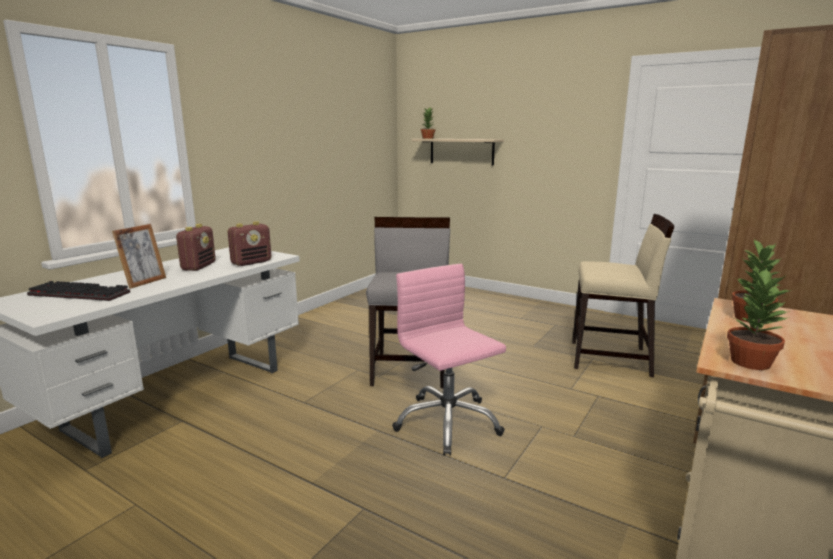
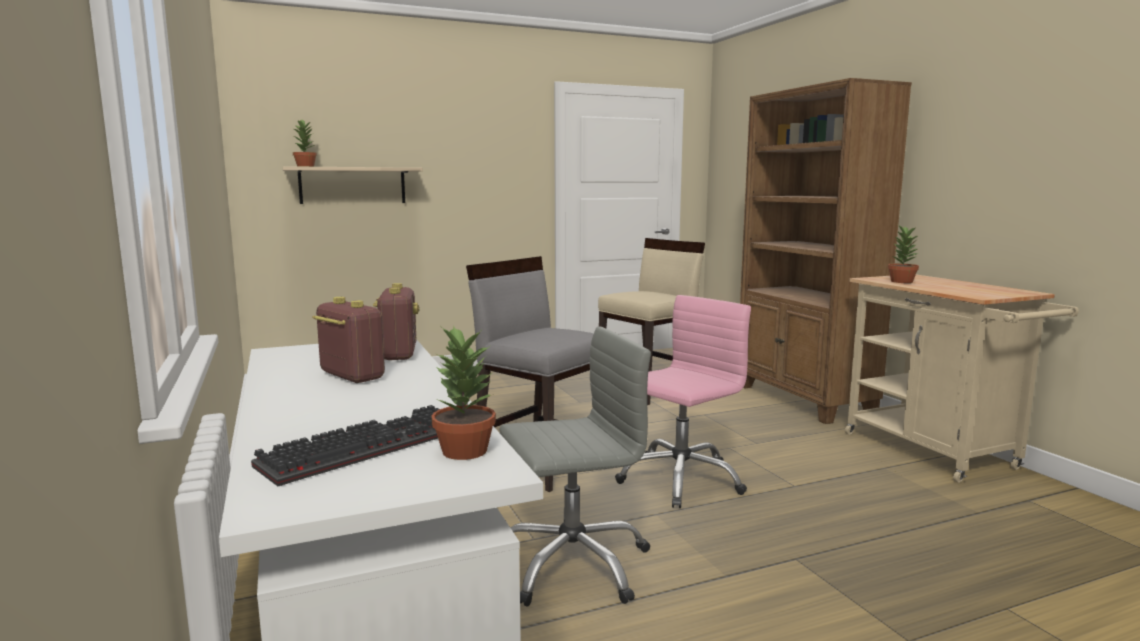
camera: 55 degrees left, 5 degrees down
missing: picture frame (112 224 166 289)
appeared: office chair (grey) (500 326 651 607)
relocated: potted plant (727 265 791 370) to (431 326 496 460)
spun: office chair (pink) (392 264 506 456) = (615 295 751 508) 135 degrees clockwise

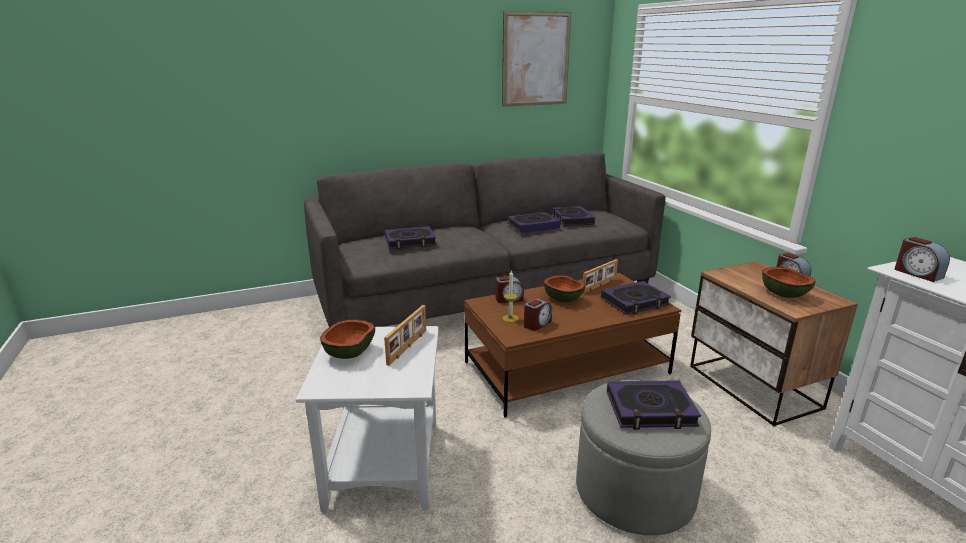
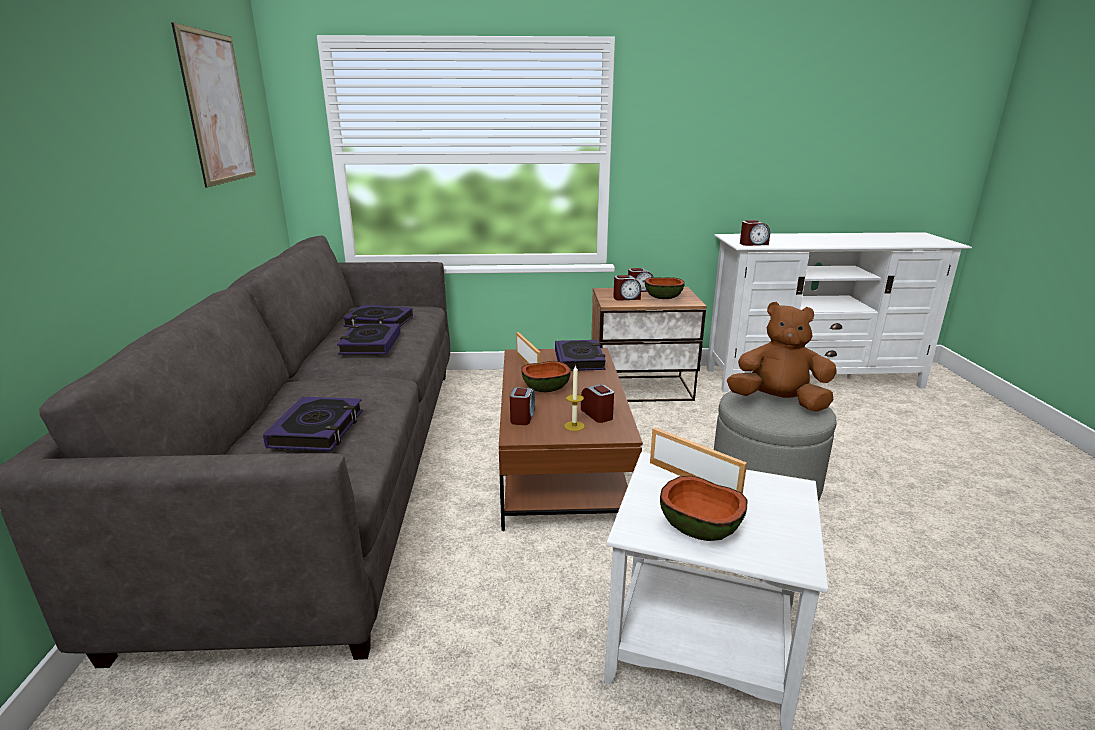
camera: 70 degrees left, 0 degrees up
appeared: alarm clock (613 275 641 301)
exchanged: book (607 380 701 430) to plush toy (brown) (727 302 837 412)

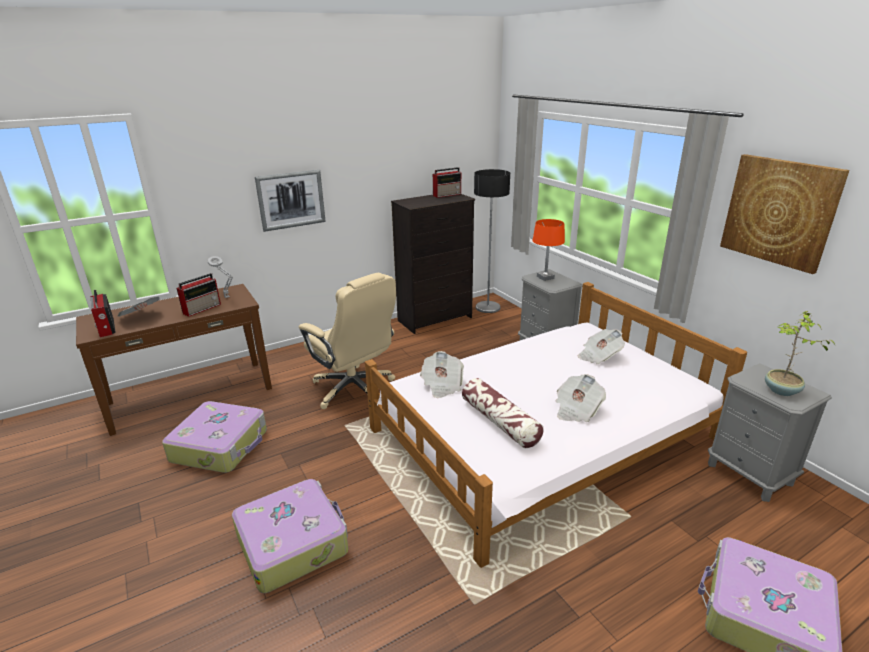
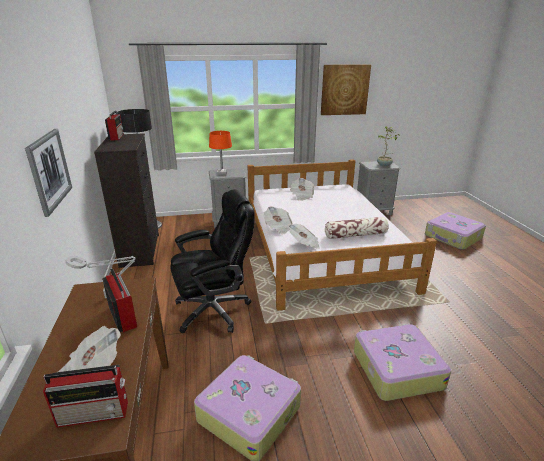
camera: 70 degrees left, 0 degrees up
relocated: newspaper (556 374 606 422) to (263 206 293 235)
colour: office chair (beige) (299 273 396 409) to office chair (black) (170 189 255 333)

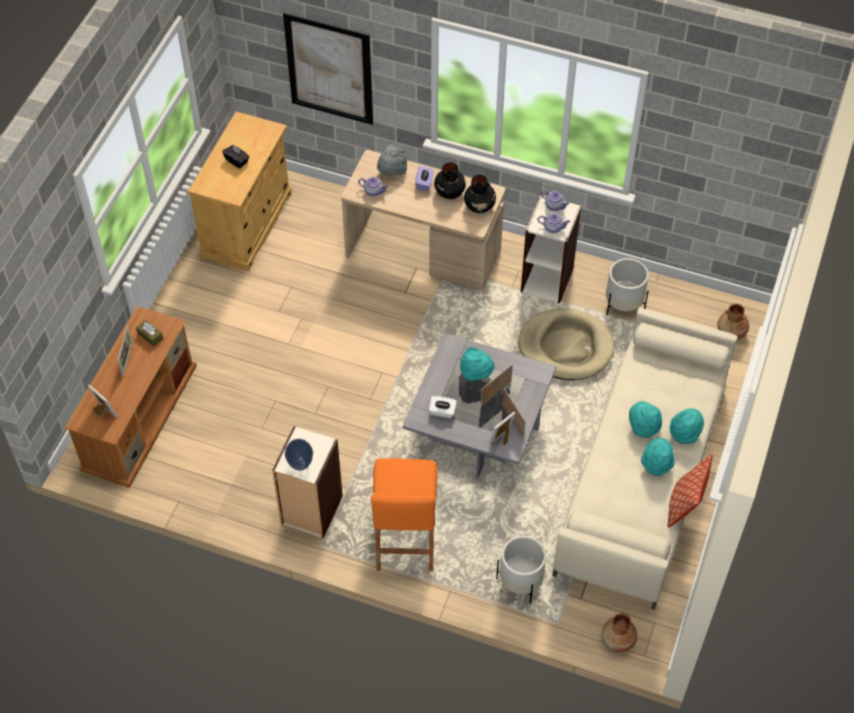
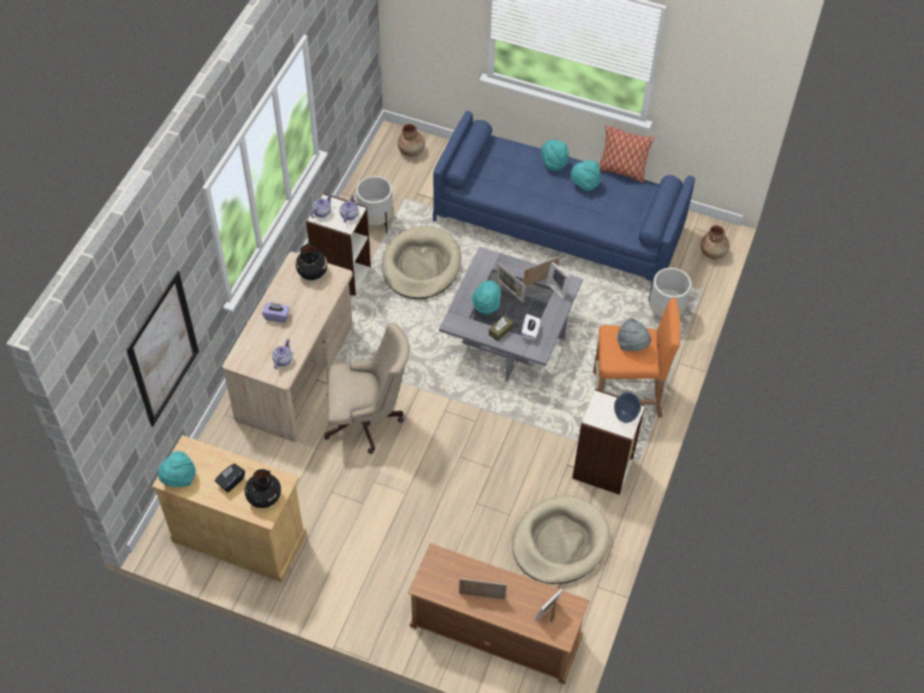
camera: 90 degrees left, 0 degrees up
appeared: office chair (beige) (324 323 410 454); dog bed (beige) (512 495 610 584)
relocated: tissue box (brown) (136 320 163 346) to (489 316 513 341); hat (grey) (377 144 407 176) to (617 318 651 351); vase (black) (434 162 466 199) to (245 469 281 508); hat (turquoise) (629 401 662 438) to (158 451 196 487)
colour: sofa (beige) (552 308 738 610) to sofa (blue) (433 111 695 282)

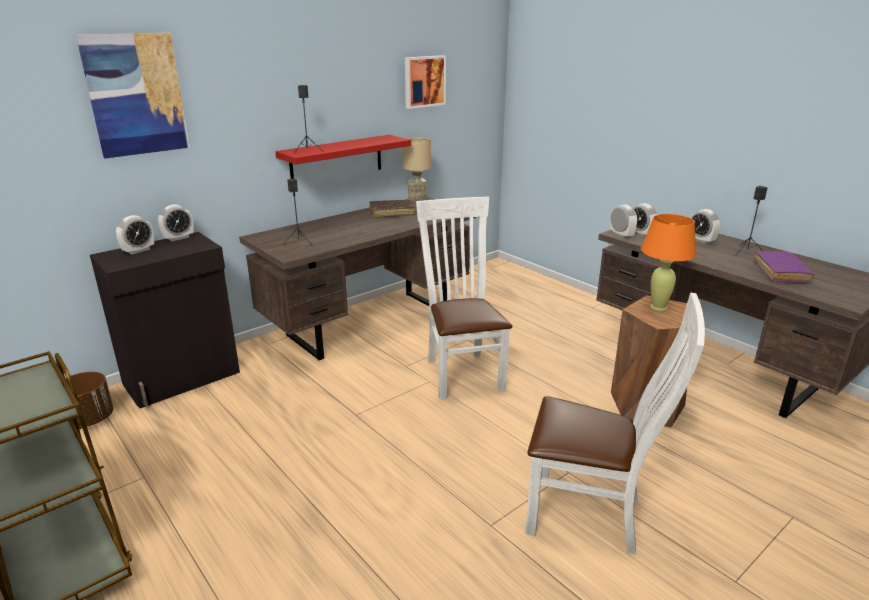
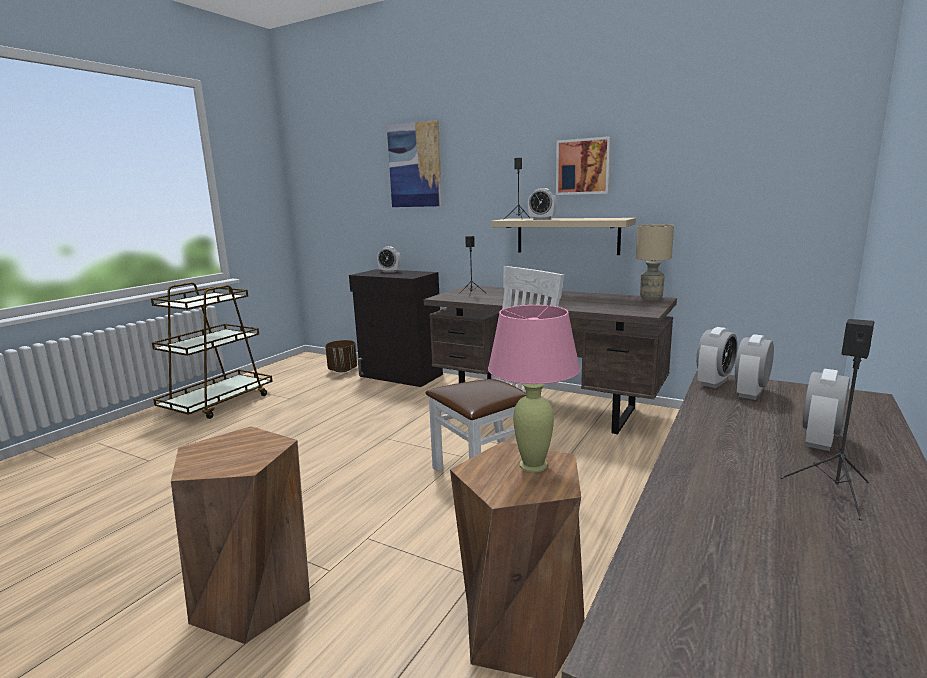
camera: 70 degrees right, 10 degrees down
missing: book (brown) (369 200 415 218); book (purple) (754 251 815 282)
relocated: alarm clock (158 204 193 241) to (528 188 557 220); picture (405 55 446 109) to (556 136 612 195)
exchanged: chair (white) (525 292 705 554) to stool (brown) (171 426 310 644)
colour: shelf (red) (275 135 411 179) to shelf (beige) (491 218 636 255); table lamp (orange) (641 214 696 311) to table lamp (pink) (488 305 580 472)

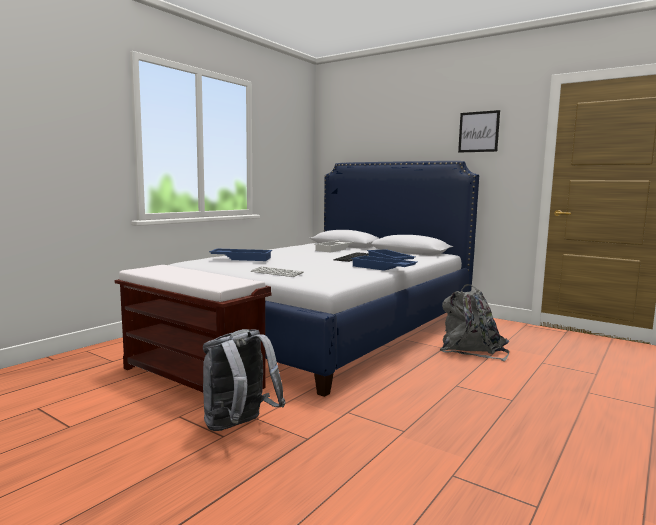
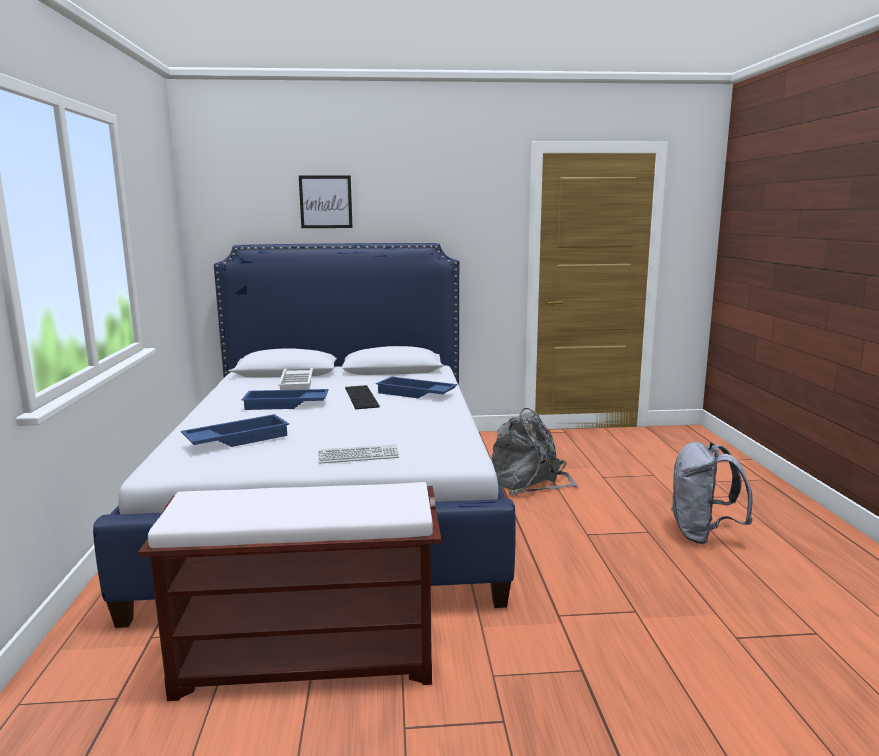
camera: 40 degrees left, 5 degrees up
relocated: backpack (grey) (203 329 286 431) to (671 442 752 544); tray (blue) (351 256 417 271) to (242 389 329 410); picture (458 110 500 153) to (299 175 353 228)

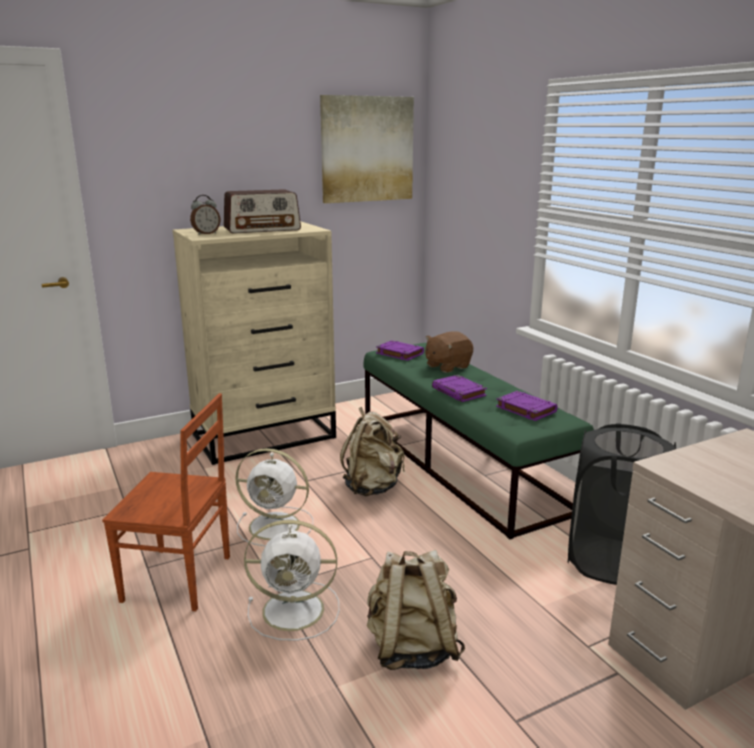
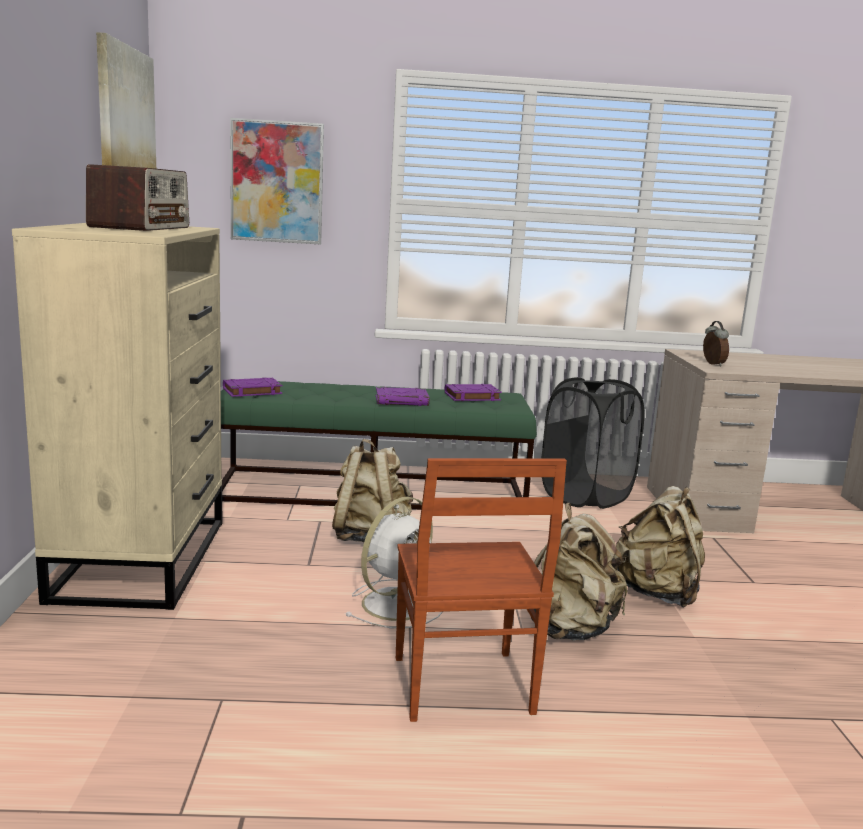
camera: 65 degrees left, 5 degrees down
missing: plush toy (brown) (425 331 473 373)
appeared: picture (230 118 324 244)
relocated: alarm clock (190 195 220 235) to (703 321 729 366)
exchanged: fan (white) (244 520 339 641) to backpack (beige) (531 503 627 641)
spun: chair (brown) (102 393 230 611) = (396 458 567 722) 135 degrees clockwise

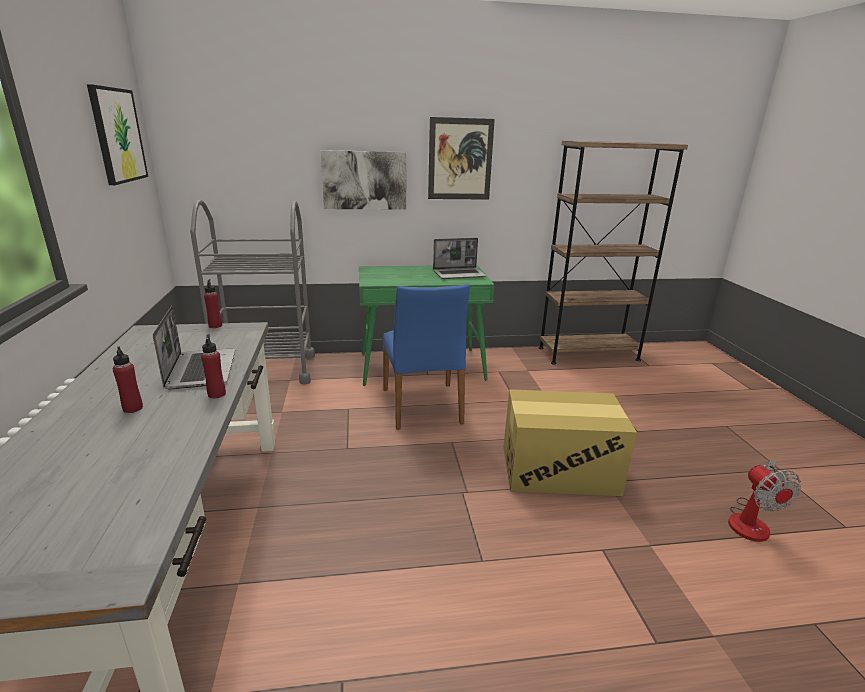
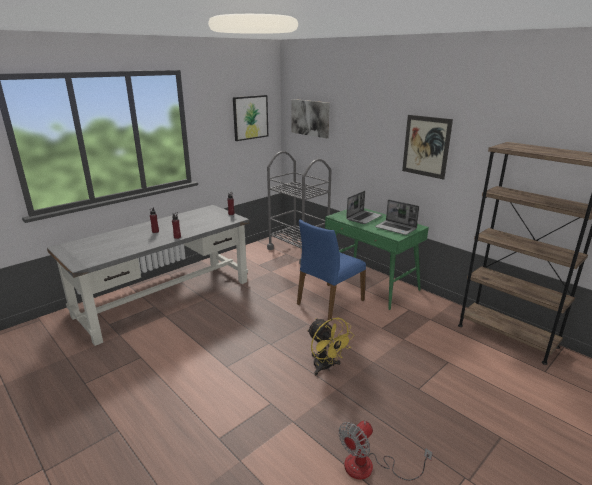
camera: 55 degrees right, 0 degrees up
relocated: laptop (153 306 235 389) to (346 191 382 224); picture (321 150 407 210) to (291 99 330 138)
exchanged: cardboard box (503 389 637 496) to fan (yellow) (307 318 354 375)

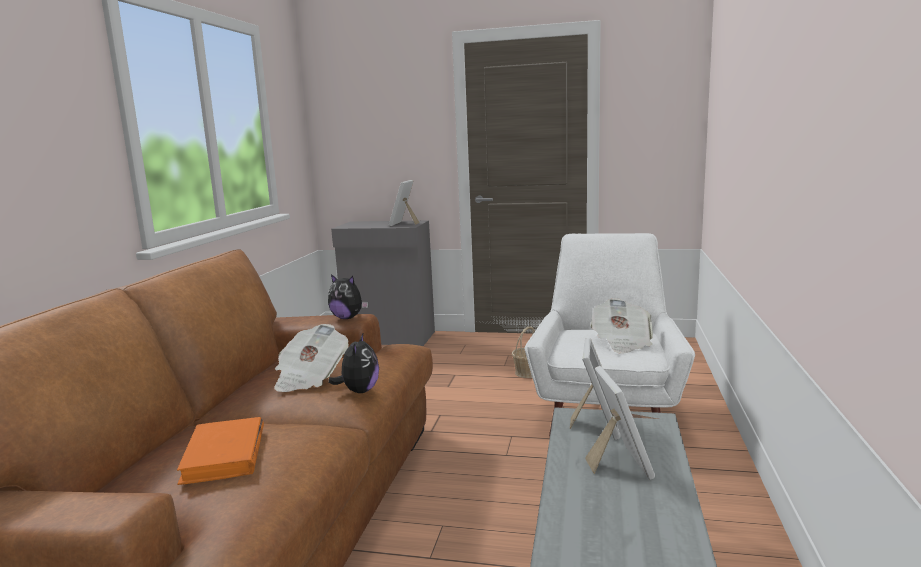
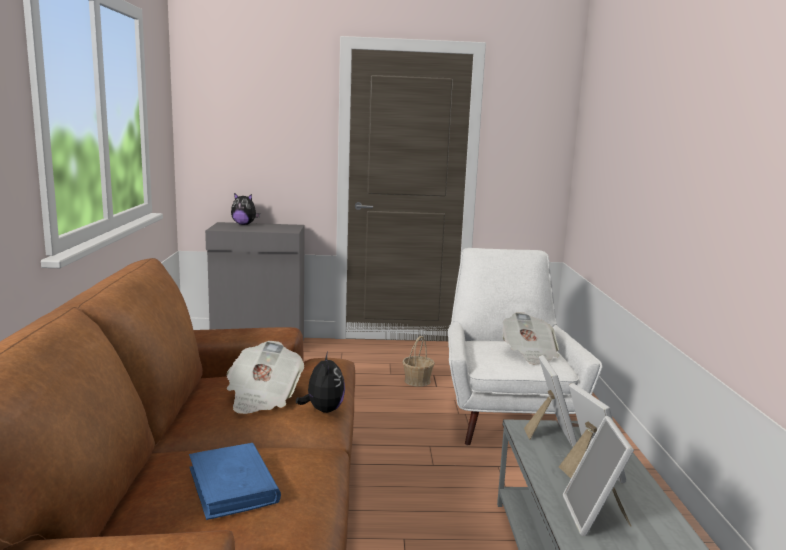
camera: 15 degrees left, 0 degrees up
relocated: plush toy (328 274 368 319) to (231 193 260 225); picture frame (389 180 420 226) to (563 416 634 536)
colour: book (orange) (177 417 264 485) to book (blue) (189 443 281 520)

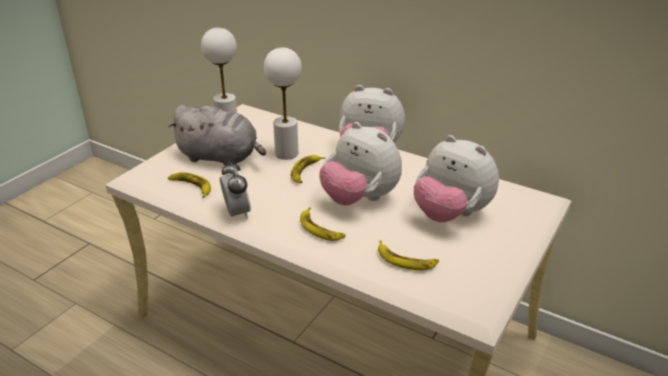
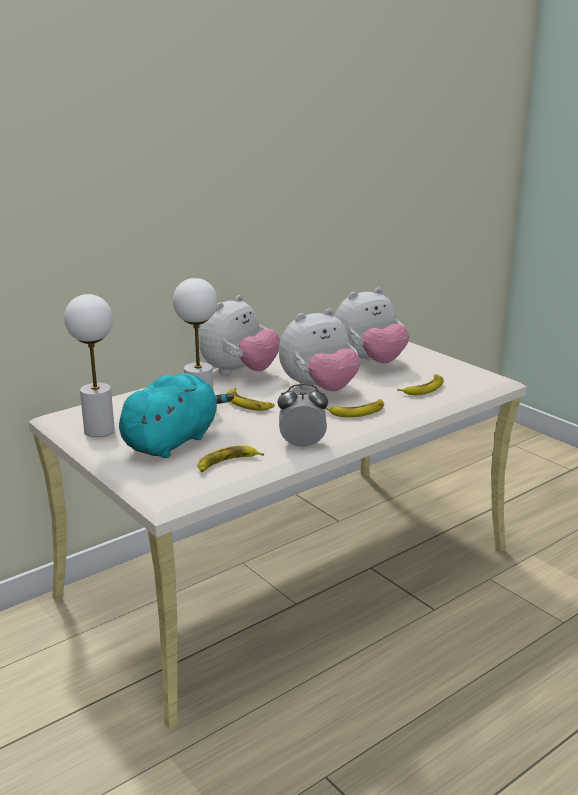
camera: 70 degrees left, 10 degrees down
colour: plush toy (grey) (168 105 266 166) to plush toy (turquoise) (119 373 234 458)

